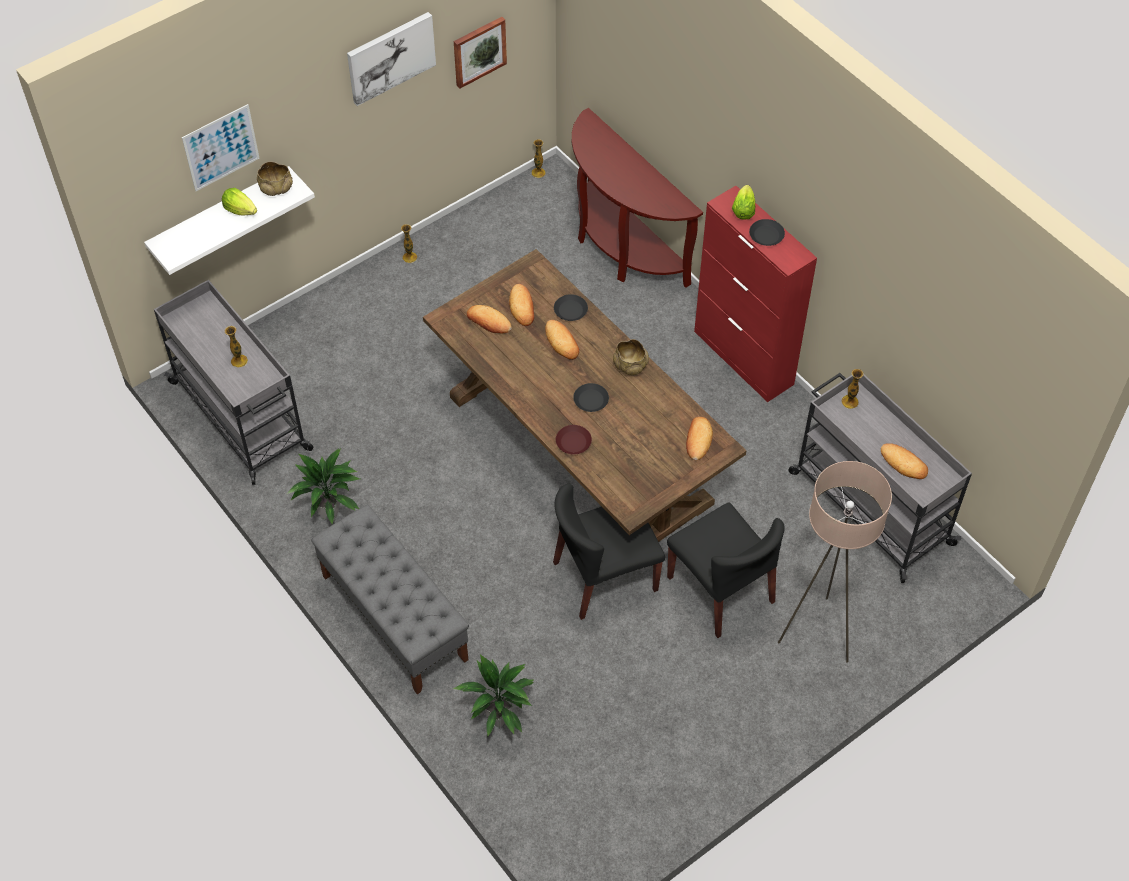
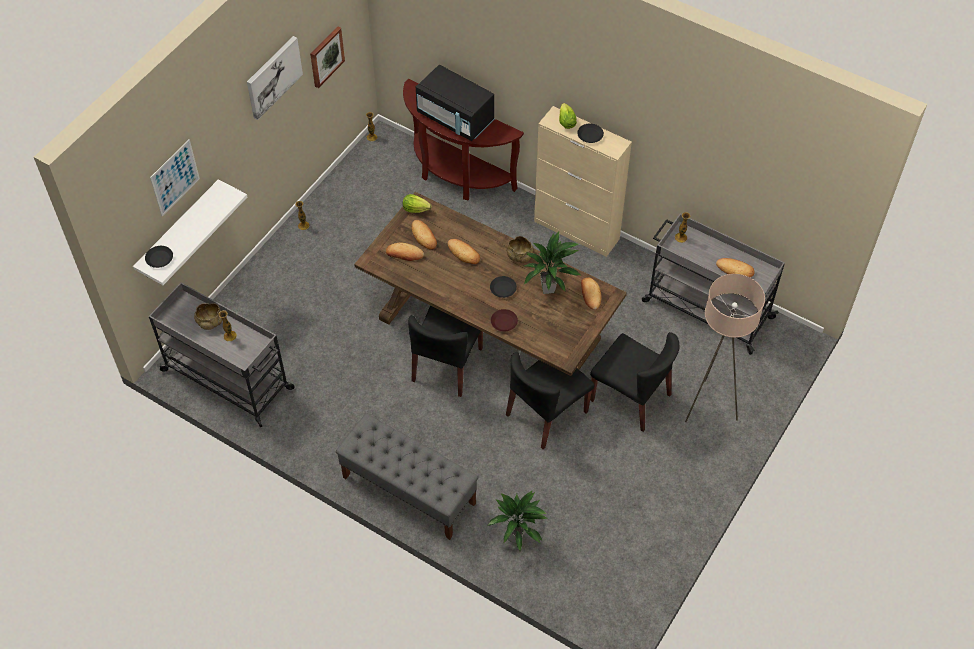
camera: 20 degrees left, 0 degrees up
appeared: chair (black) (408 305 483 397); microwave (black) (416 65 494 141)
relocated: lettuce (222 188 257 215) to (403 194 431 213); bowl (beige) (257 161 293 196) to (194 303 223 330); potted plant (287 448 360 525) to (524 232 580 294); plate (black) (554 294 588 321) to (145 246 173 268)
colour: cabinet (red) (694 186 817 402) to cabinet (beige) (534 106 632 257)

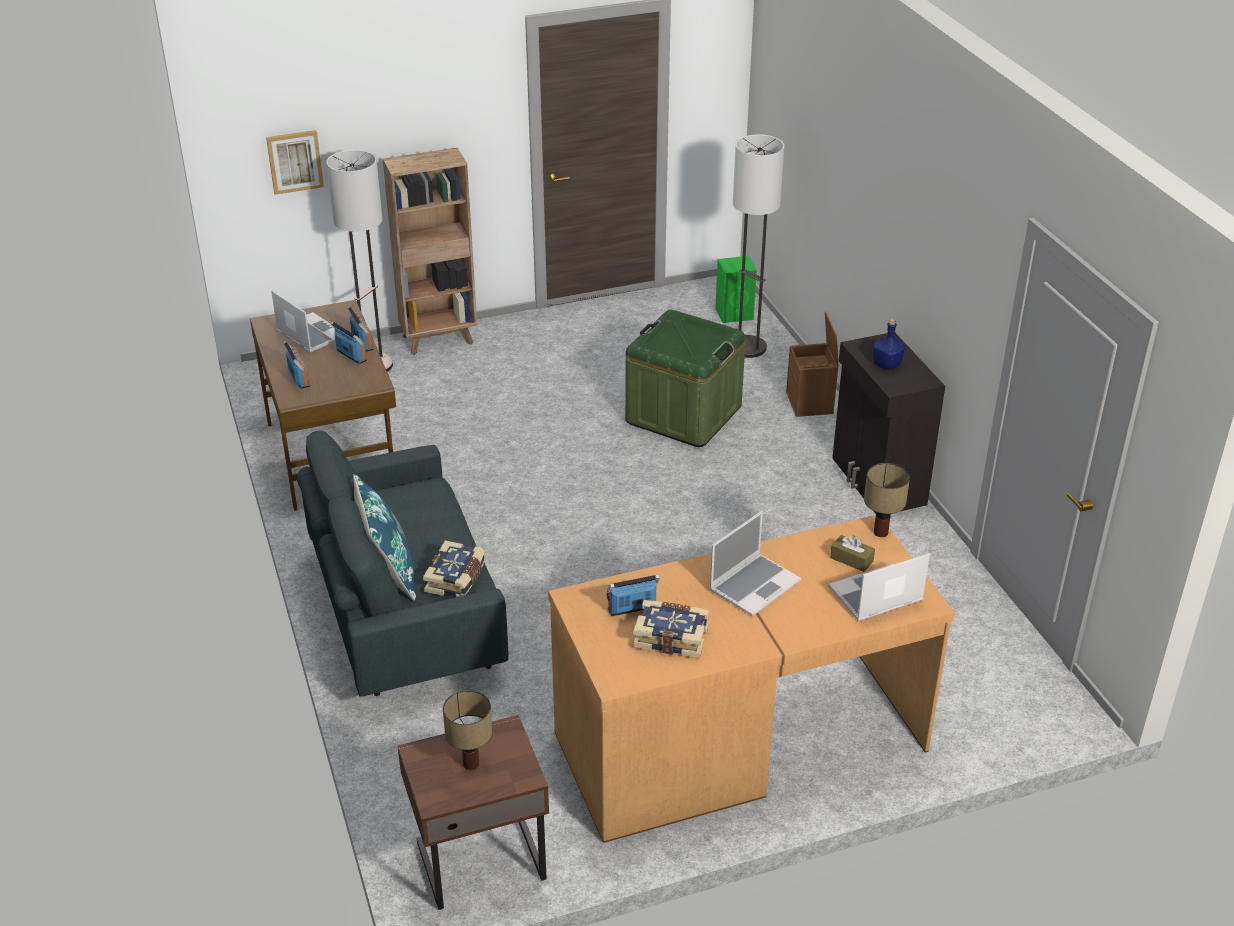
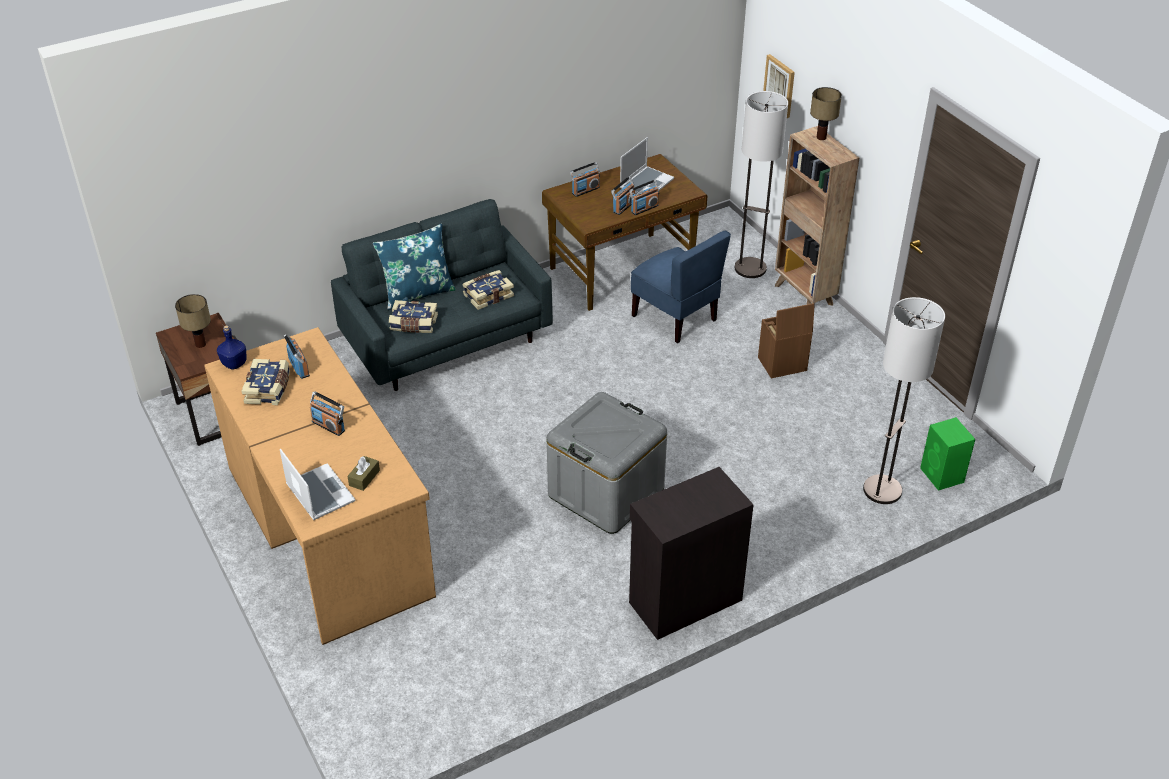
camera: 80 degrees right, 5 degrees up
missing: storage box (green) (625 310 745 447)
appeared: book (462 270 514 310); storage box (grey) (547 392 667 534); chair (blue) (631 231 731 343)
relocated: storage box (brown) (786 311 839 417) to (758 303 815 379); table lamp (864 463 910 537) to (810 87 842 140); bottle (blue) (873 319 905 370) to (217 325 247 369)
exchanged: laptop (709 511 801 616) to radio (310 392 345 436)

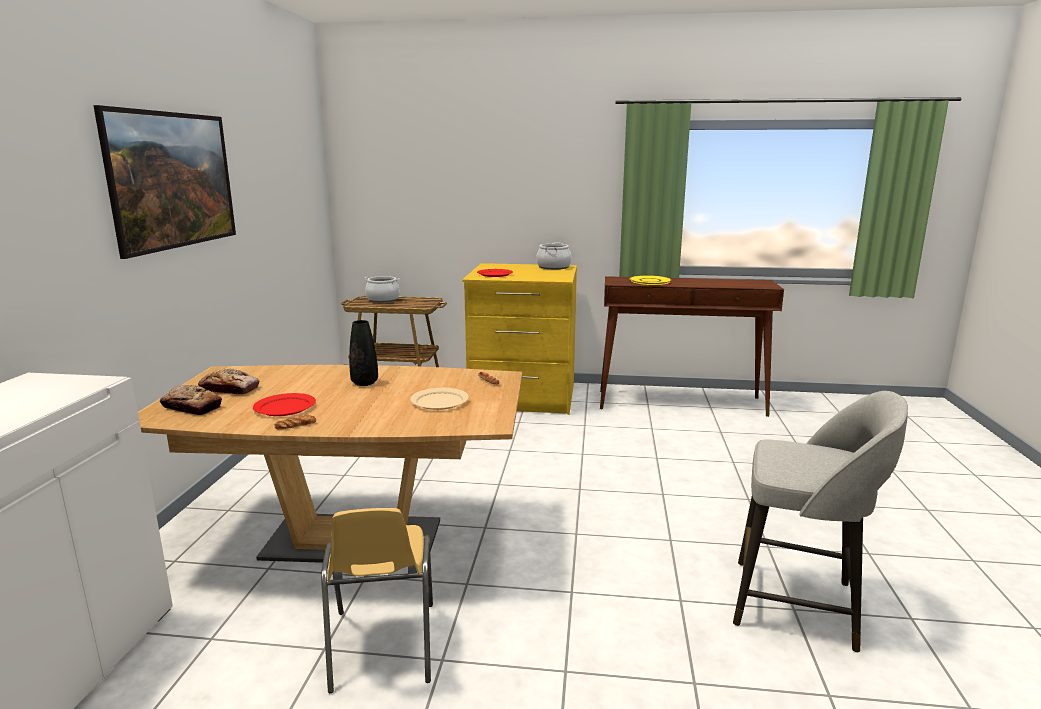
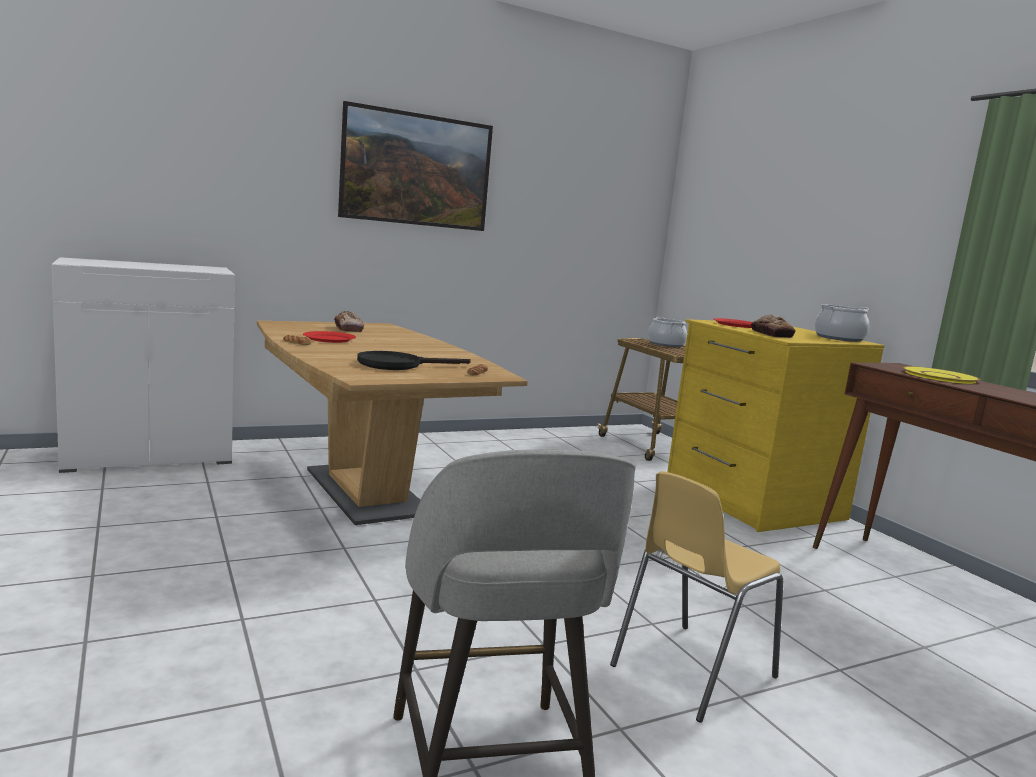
camera: 55 degrees right, 5 degrees down
missing: vase (black) (349 320 378 386)
relocated: bread (160 385 222 415) to (751 314 796 338); chair (yellow) (321 508 433 693) to (610 471 783 723)
exchanged: plate (beige) (410 388 469 410) to frying pan (black) (357 351 471 370)

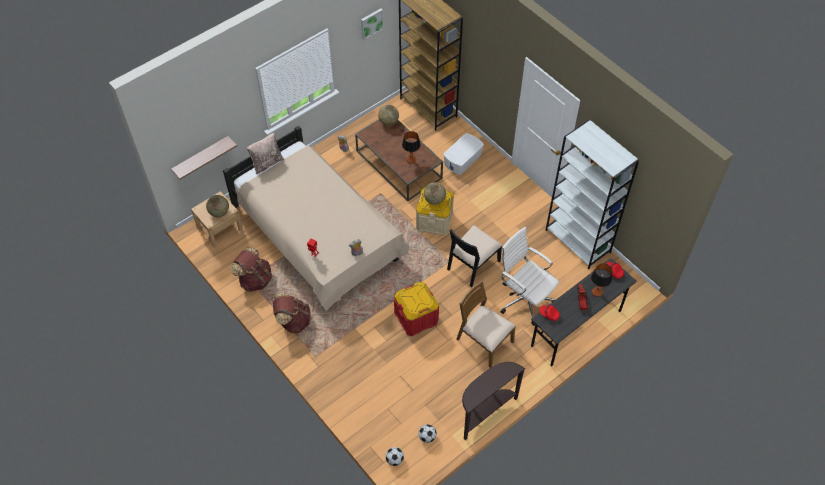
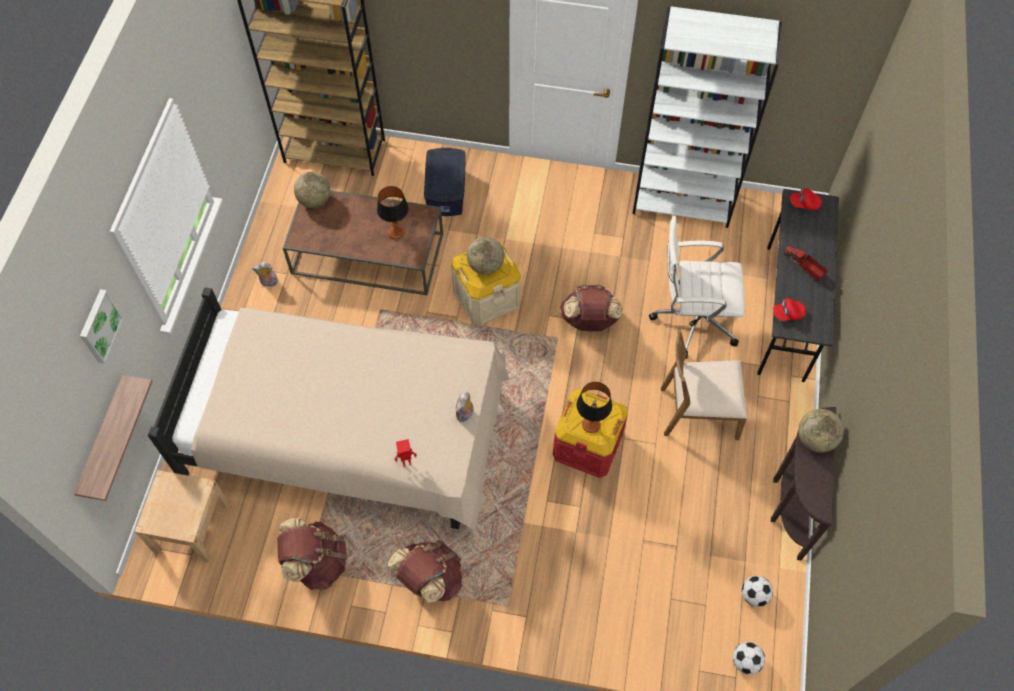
camera: 40 degrees left, 5 degrees up
missing: pillow (beige) (247 133 284 174)
relocated: globe (206 195 229 217) to (798 409 844 452); picture (361 8 384 40) to (80 289 124 364); table lamp (591 263 612 297) to (576 382 612 433)
exchanged: chair (black) (447 225 502 287) to backpack (brown) (560 284 623 331)
colour: storage box (white) (443 133 484 175) to storage box (blue) (424 148 466 216)

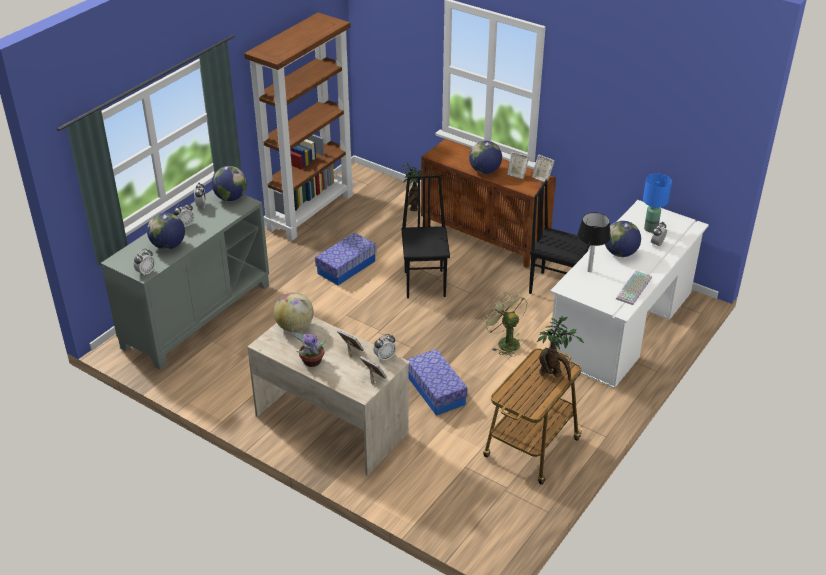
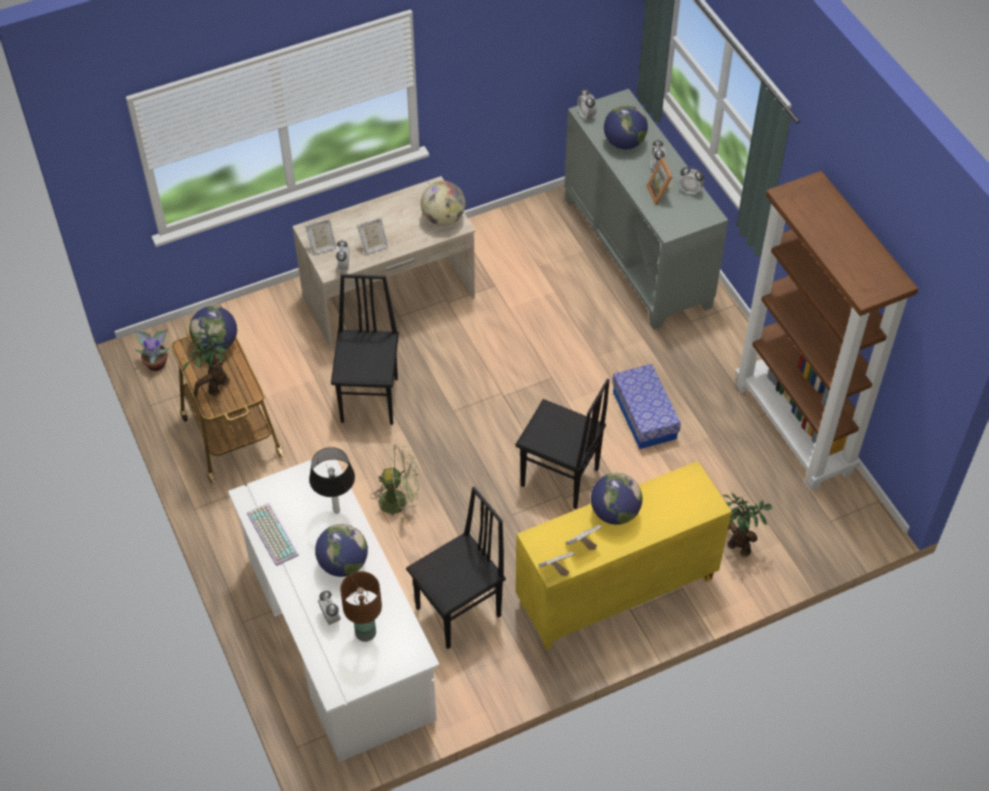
camera: 120 degrees right, 15 degrees up
appeared: picture frame (646 157 673 205)
relocated: globe (212 166 247 201) to (189 306 237 351); potted plant (292 329 326 367) to (134 329 169 371)
exchanged: storage box (407 349 468 416) to chair (black) (331 274 399 425)
colour: cabinet (brown) (421 139 556 268) to cabinet (yellow) (516 461 732 650); table lamp (blue) (643 173 672 233) to table lamp (brown) (340 571 382 642)

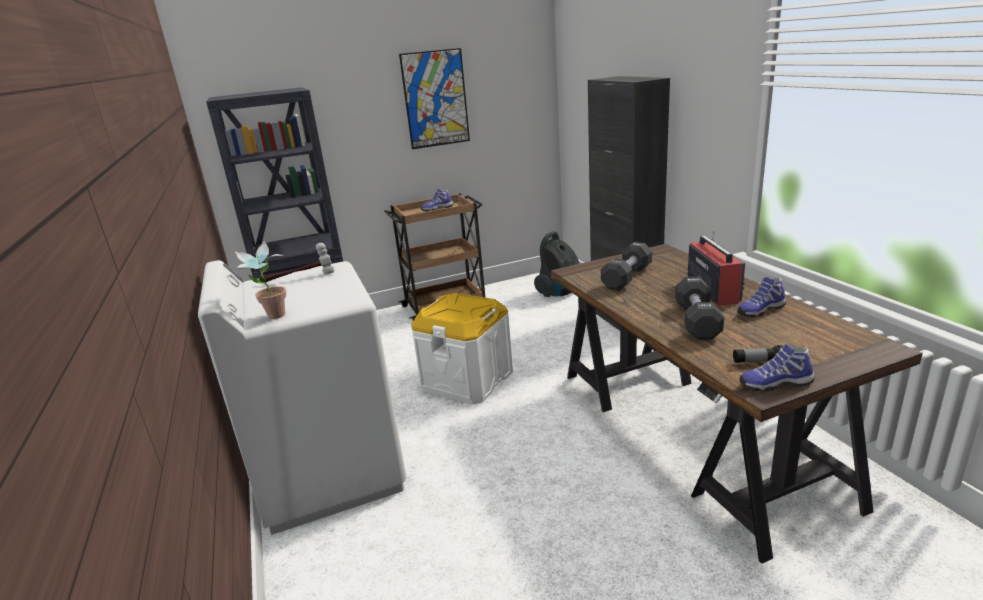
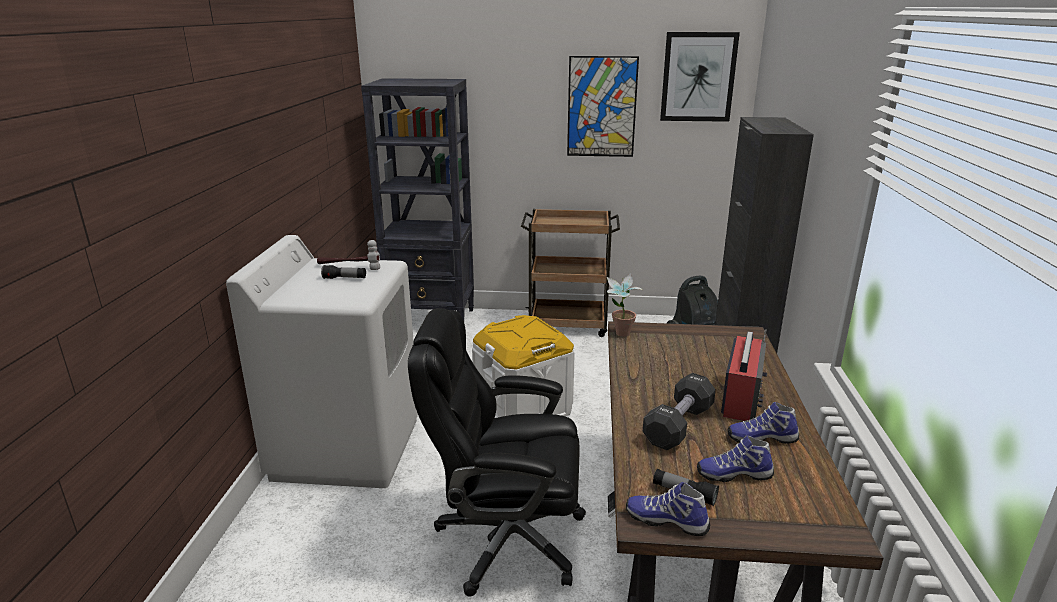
camera: 25 degrees right, 0 degrees up
missing: dumbbell (black) (601 242 652 291)
appeared: flashlight (321 265 366 279); office chair (black) (408 308 586 597); picture (660 32 740 122)
relocated: potted plant (235 241 286 319) to (607 273 644 337); shoe (421 189 453 212) to (697 435 774 482)

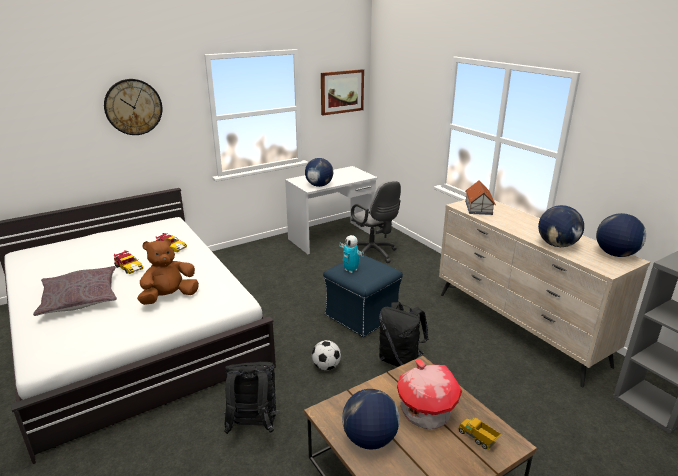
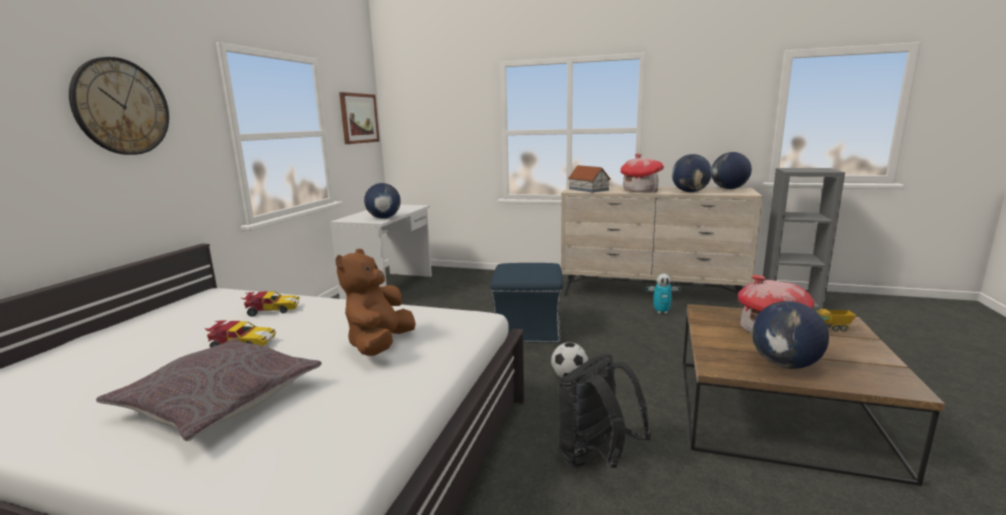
camera: 40 degrees left, 10 degrees down
missing: office chair (grey) (351 181 401 263); backpack (black) (379 302 428 367)
appeared: toy house (621 153 664 192)
relocated: toy robot (339 235 364 273) to (645 274 681 314)

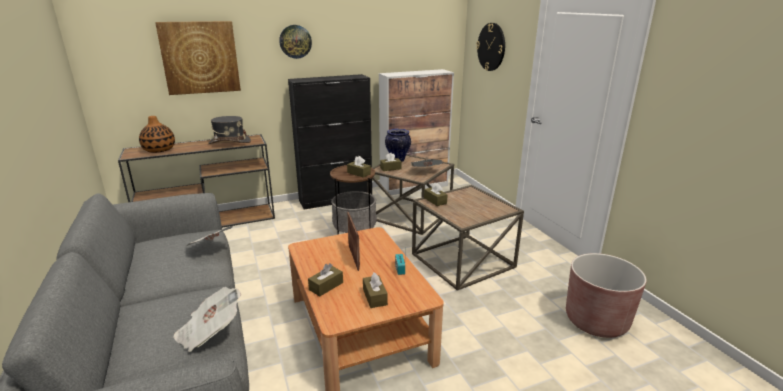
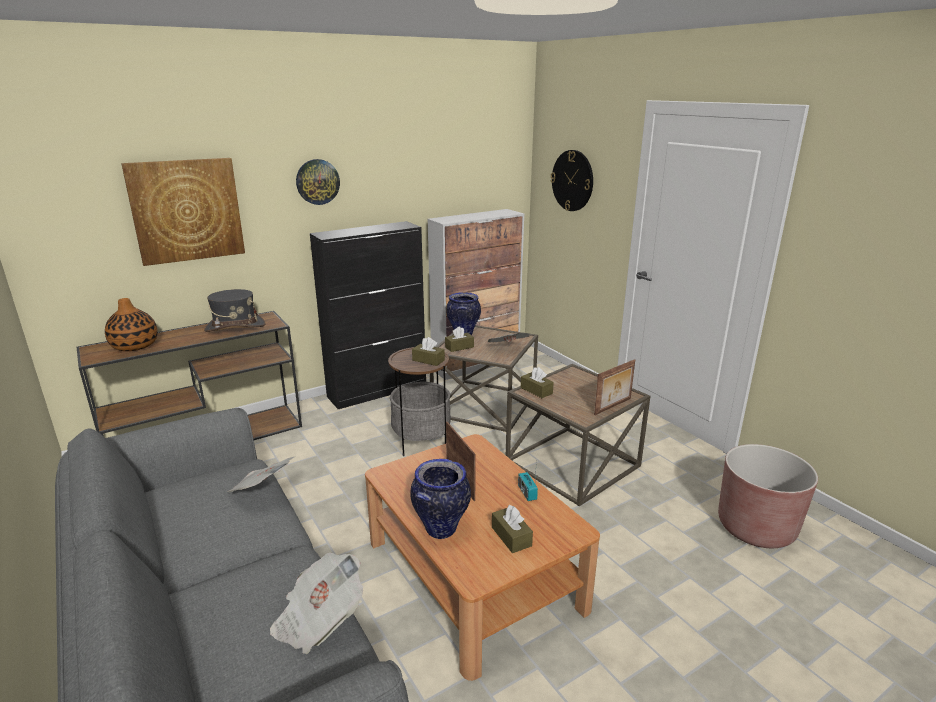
camera: 10 degrees left, 0 degrees up
appeared: picture frame (594 359 635 415)
exchanged: tissue box (brown) (308 263 343 297) to vase (410 459 471 539)

